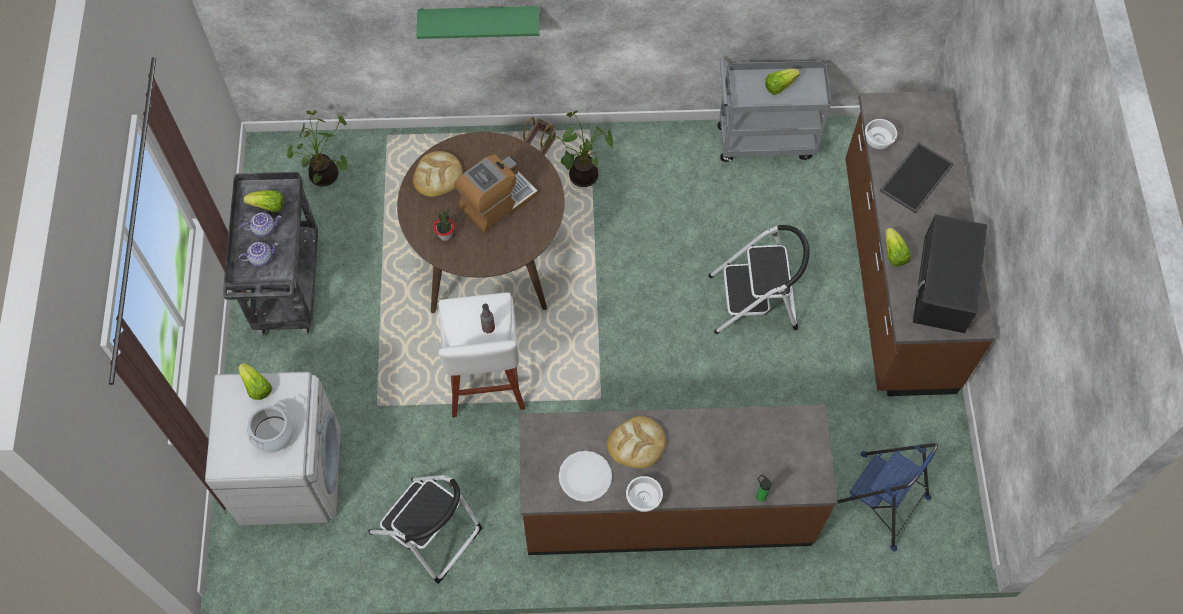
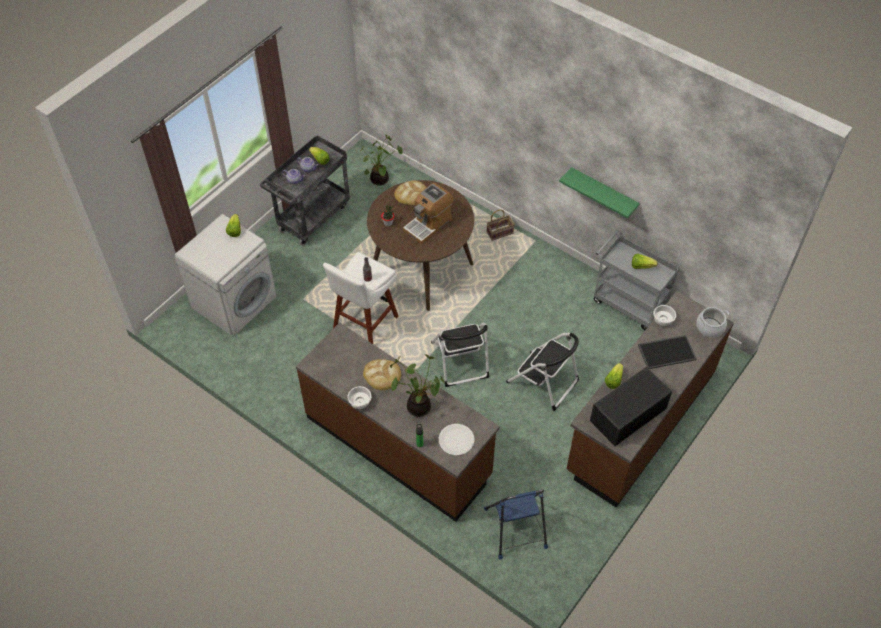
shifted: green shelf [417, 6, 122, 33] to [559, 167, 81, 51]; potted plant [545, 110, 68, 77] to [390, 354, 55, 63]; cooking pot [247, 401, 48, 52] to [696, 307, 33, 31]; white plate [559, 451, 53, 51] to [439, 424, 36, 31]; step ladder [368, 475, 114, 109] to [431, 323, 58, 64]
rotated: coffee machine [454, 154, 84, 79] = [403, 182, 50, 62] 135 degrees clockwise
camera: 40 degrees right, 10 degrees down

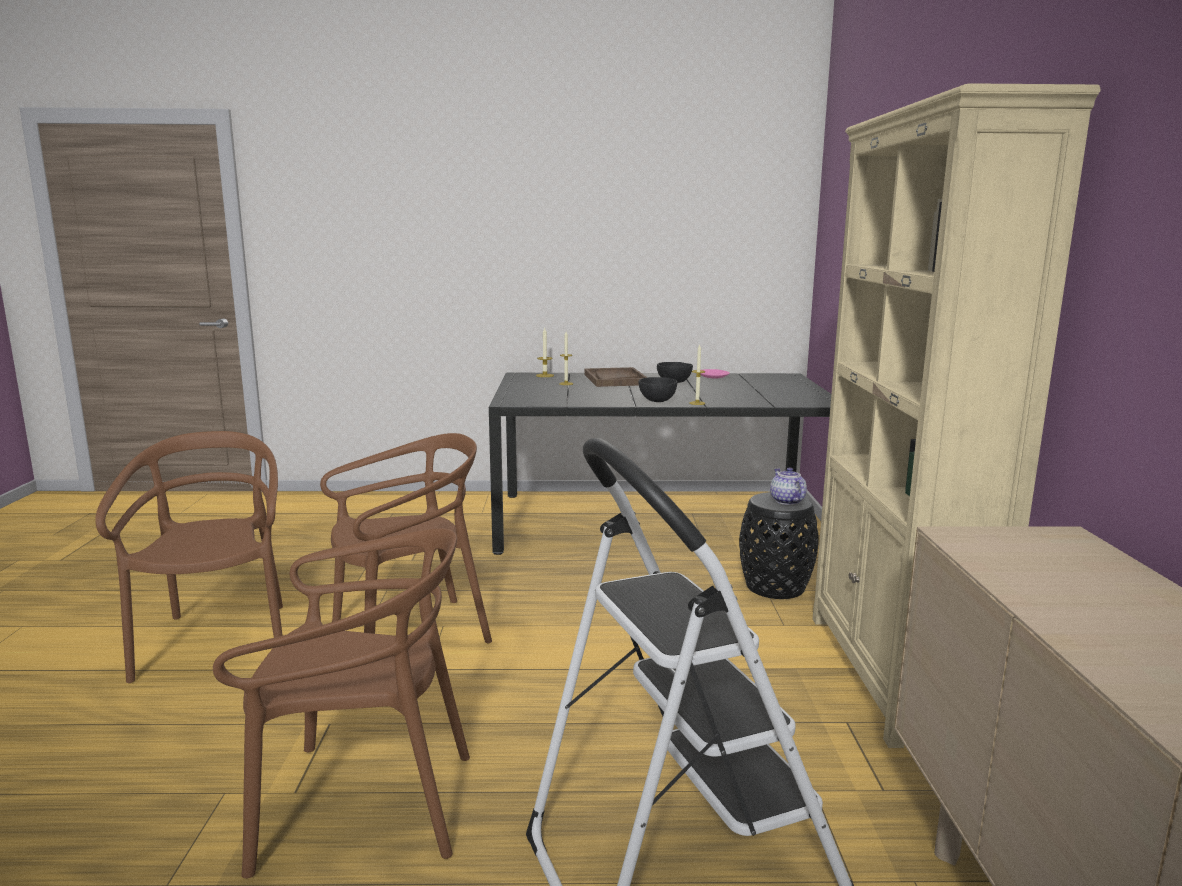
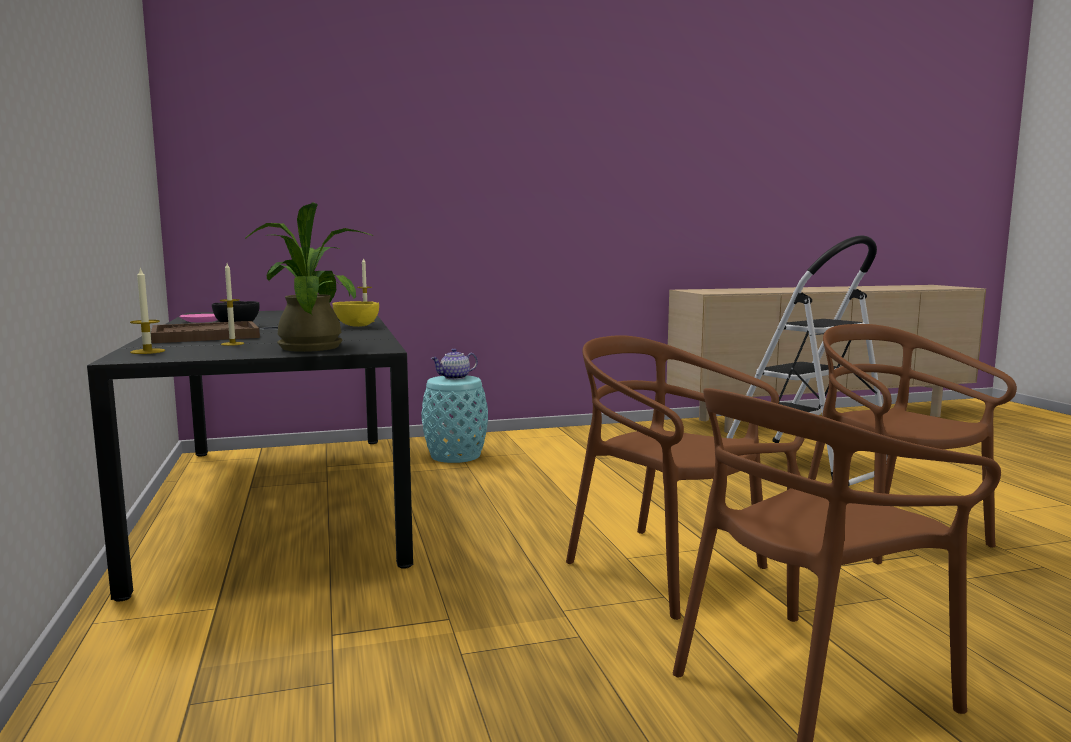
gone: beige bookcase [813, 83, 287, 665]
new: potted plant [245, 202, 128, 150]
repainted: black bowl [639, 377, 39, 25] to yellow bowl [333, 301, 46, 26]; black stool [739, 492, 80, 107] to turquoise stool [422, 375, 66, 88]
camera: 105 degrees left, 5 degrees down

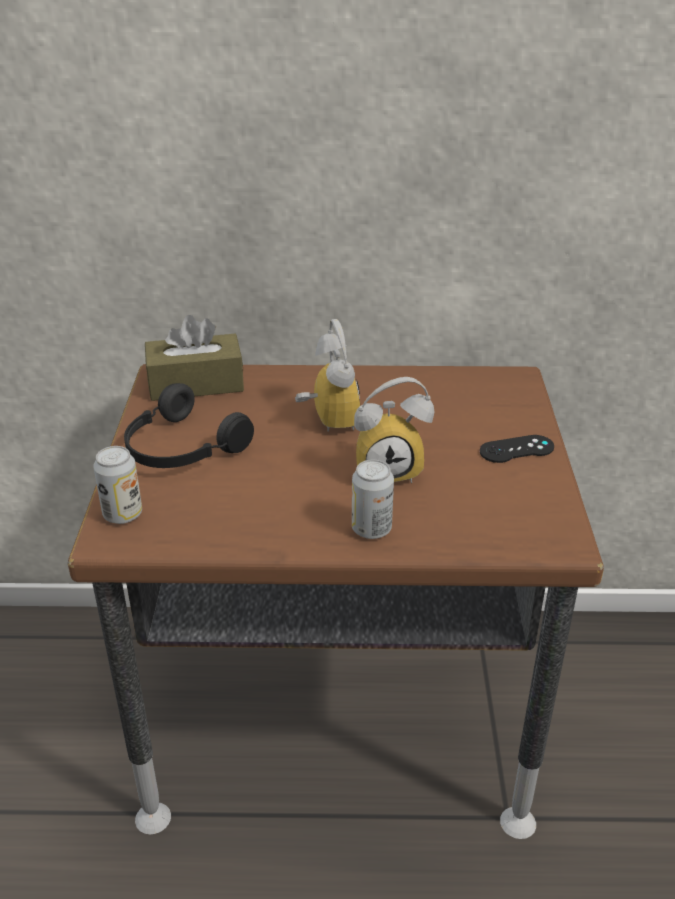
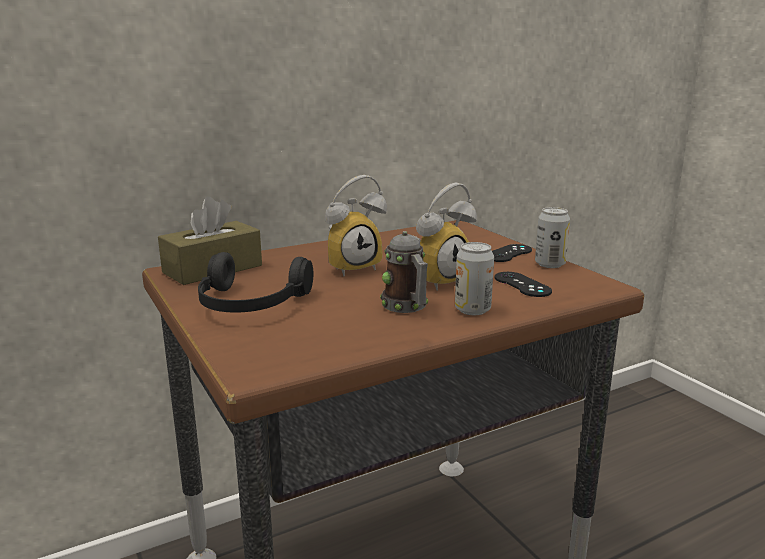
new: mug [380, 231, 48, 82]; black game controller [495, 272, 57, 25]
shifted: can [93, 446, 49, 78] to [535, 207, 35, 61]
rotated: alarm clock [295, 319, 65, 113] = [325, 175, 62, 102] 105 degrees clockwise
camera: 30 degrees left, 15 degrees down

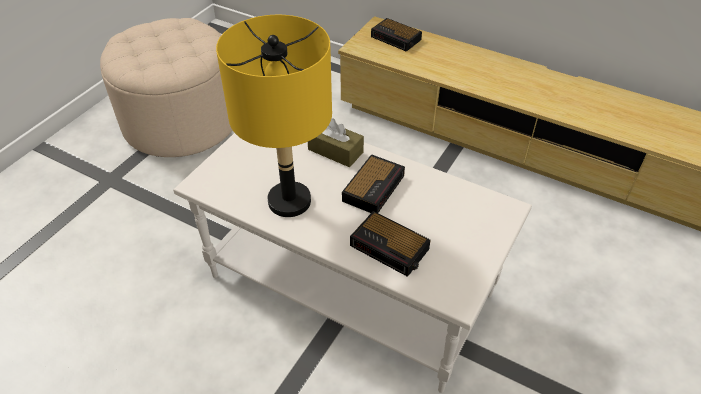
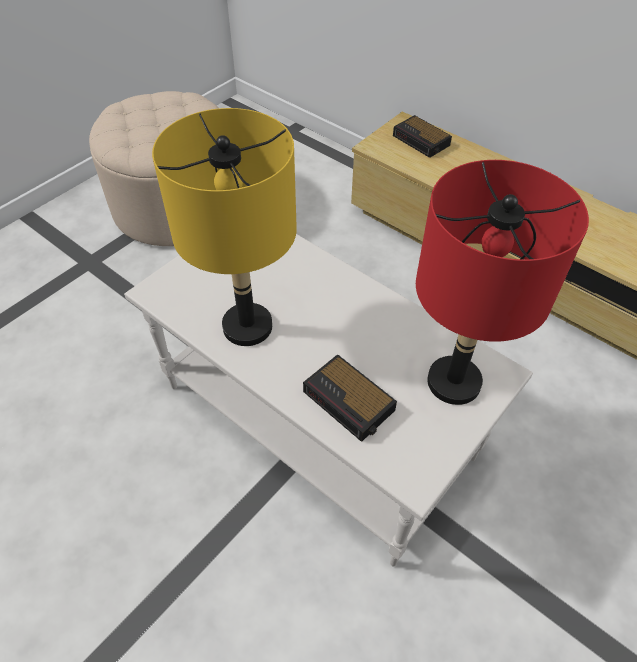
gone: brown tissue box [308, 119, 56, 48]; alarm clock [342, 154, 63, 59]
new: red table lamp [416, 160, 173, 245]
camera: 10 degrees right, 5 degrees up

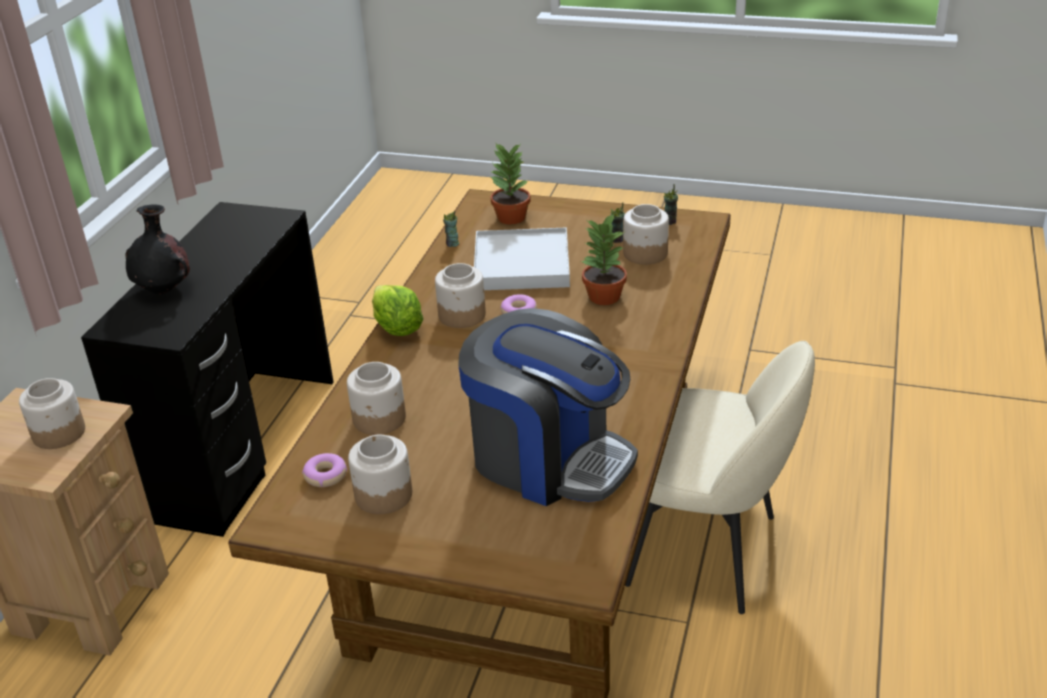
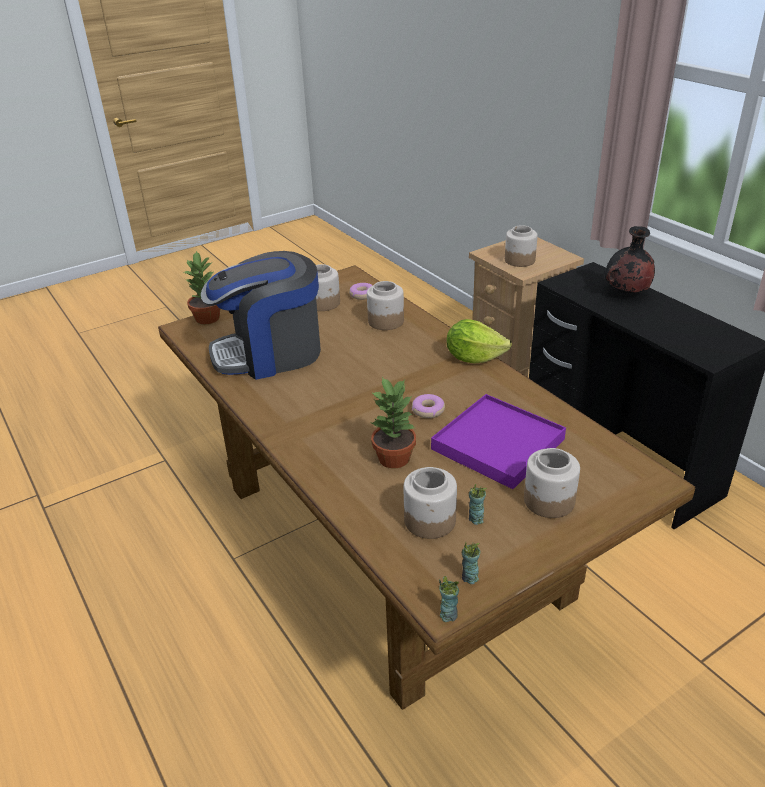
gone: beige chair [625, 341, 190, 273]
shifted: potted plant [489, 144, 42, 81] to [184, 251, 36, 73]; cup [443, 211, 16, 36] to [439, 576, 20, 46]; jar [435, 263, 51, 65] to [524, 448, 56, 70]
repainted: white tray [474, 227, 96, 63] to purple tray [431, 394, 135, 95]
camera: 130 degrees right, 0 degrees up

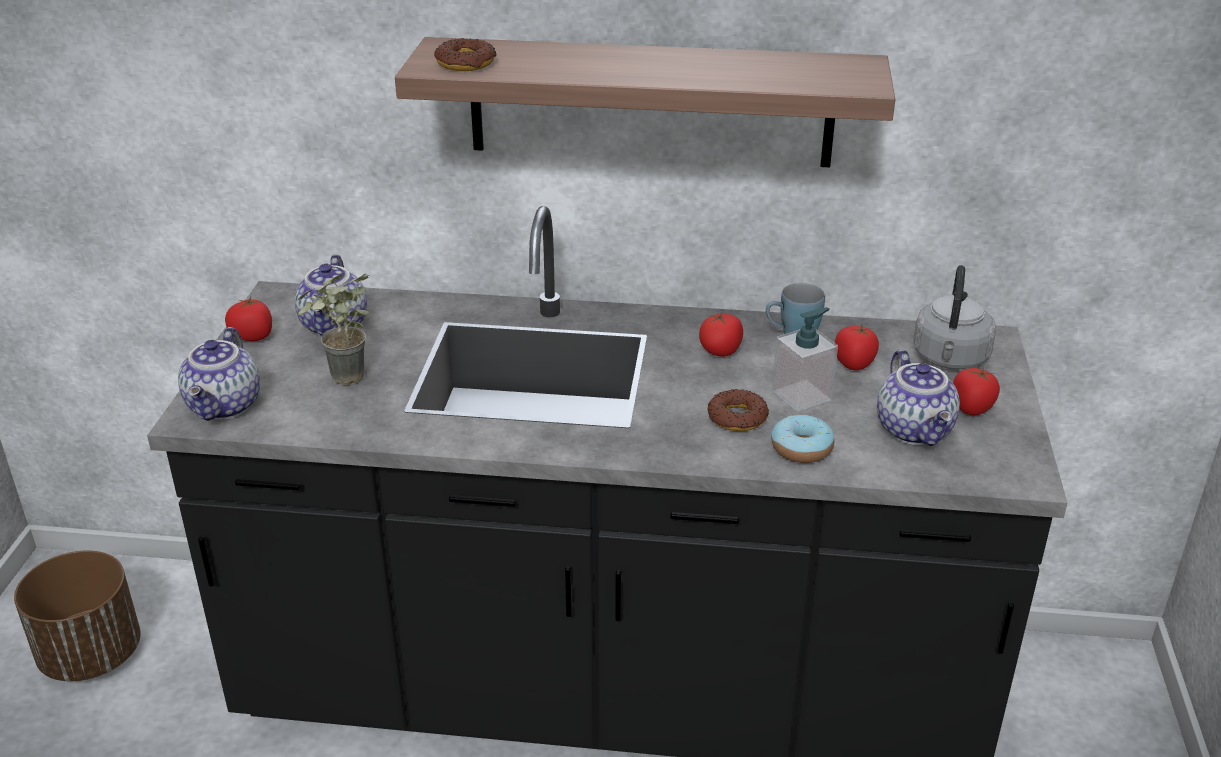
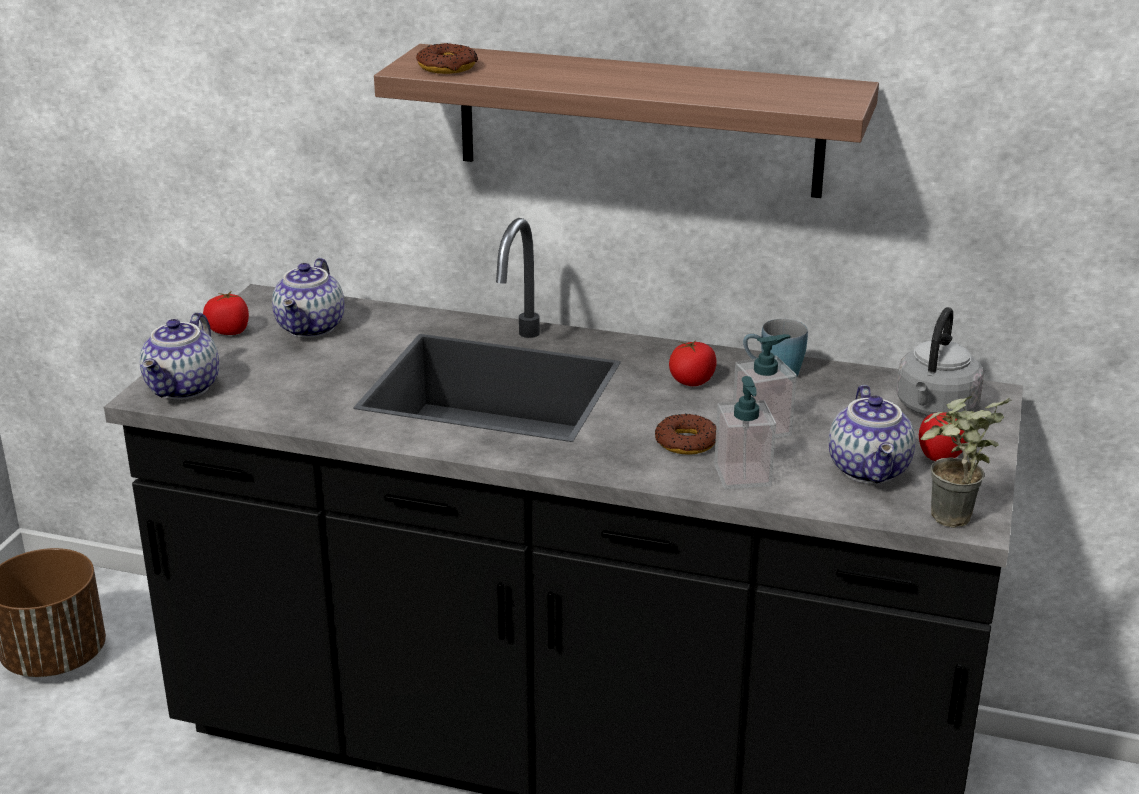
gone: tomato [835, 324, 44, 47]
shifted: potted plant [297, 274, 72, 111] to [921, 396, 91, 132]
swapped: donut [772, 415, 62, 48] to soap dispenser [714, 376, 62, 113]
camera: 10 degrees right, 5 degrees down

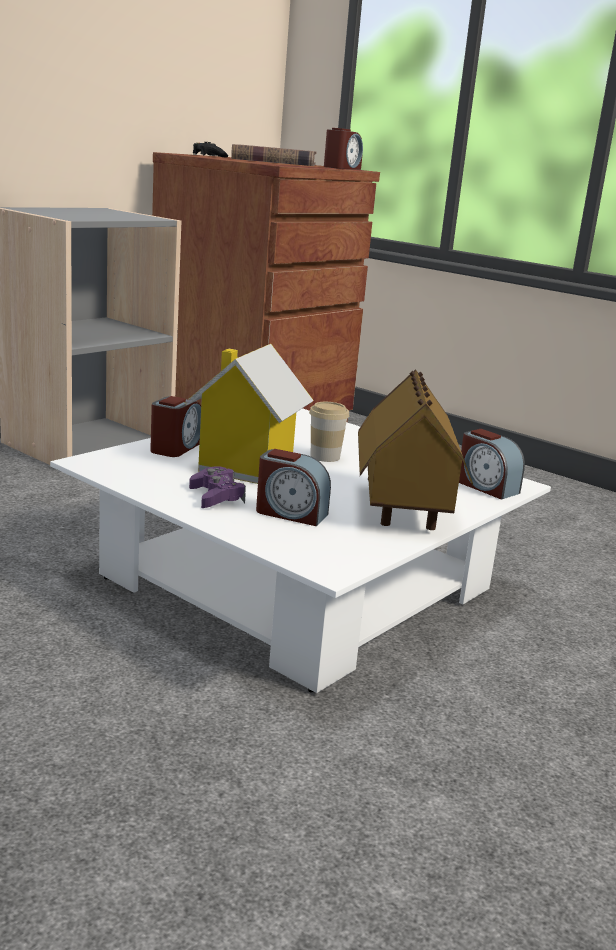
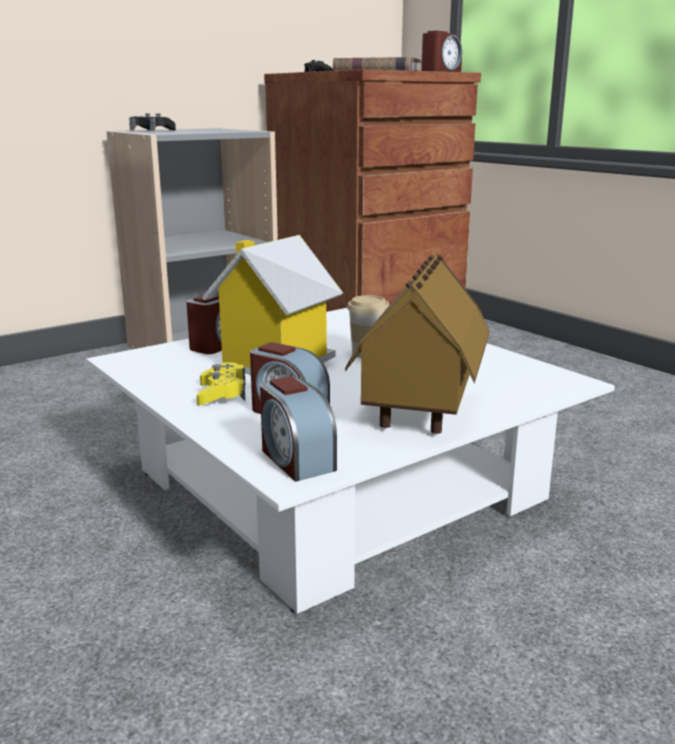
new: black game controller [129, 113, 47, 18]
shifted: alarm clock [459, 429, 66, 71] to [260, 376, 77, 106]
repainted: purple game controller [189, 466, 57, 42] to yellow game controller [197, 362, 48, 44]
camera: 15 degrees right, 0 degrees up

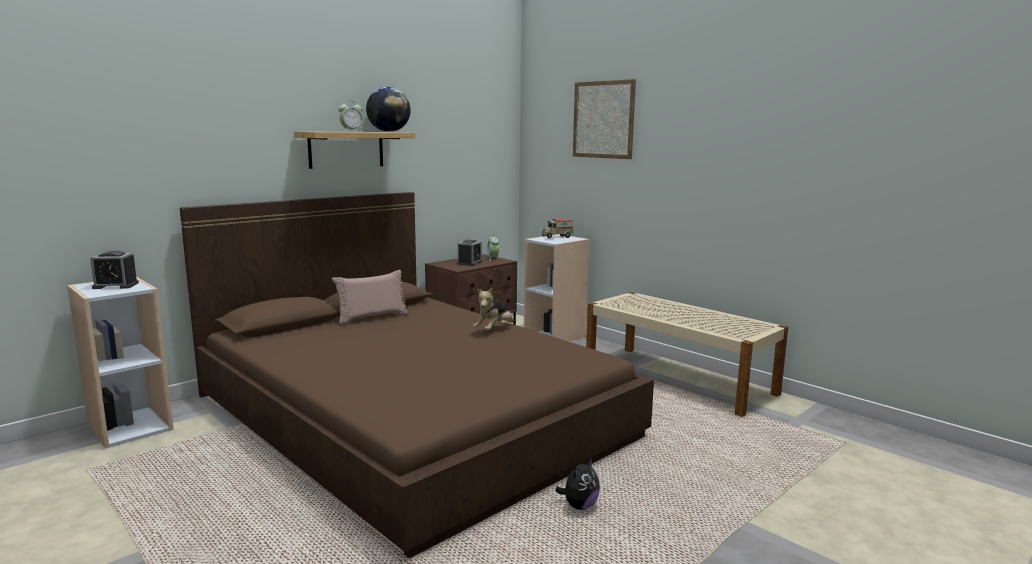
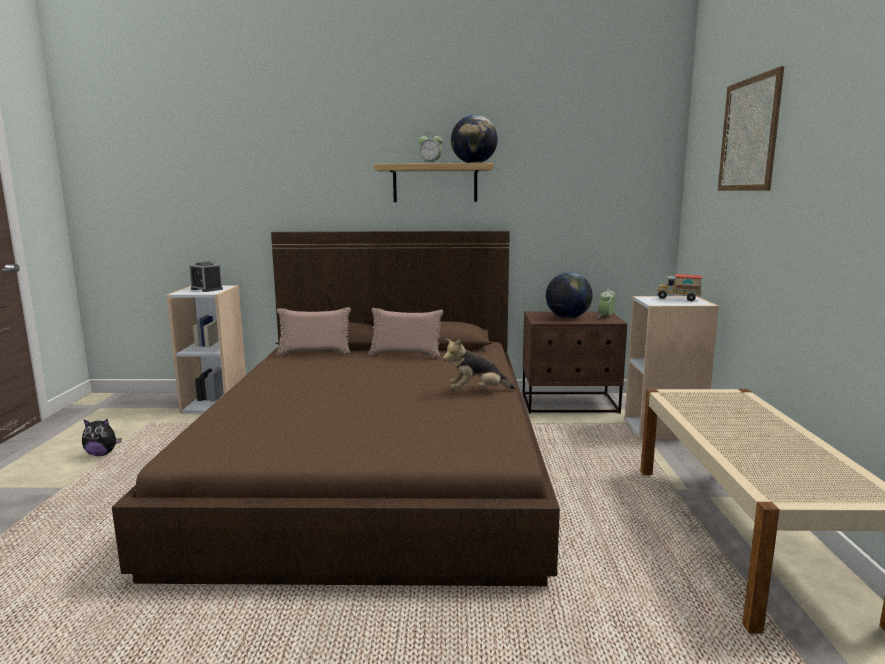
new: beige pillow [276, 307, 75, 49]
shifted: plush toy [555, 458, 45, 52] to [82, 419, 40, 37]
swapped: alarm clock [457, 240, 25, 26] to globe [546, 273, 46, 45]
camera: 45 degrees right, 0 degrees up

